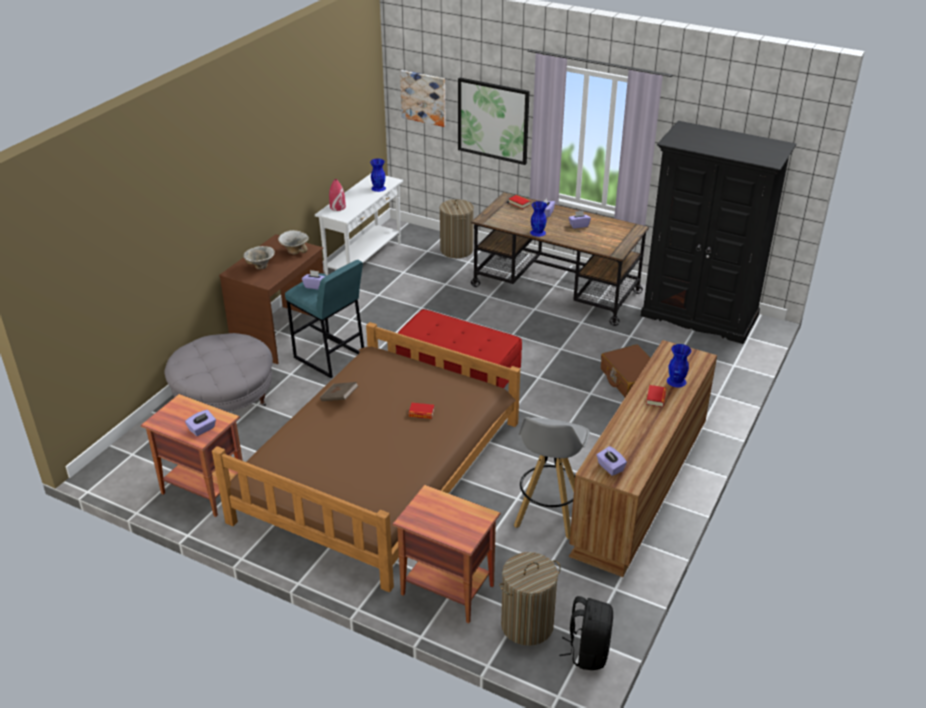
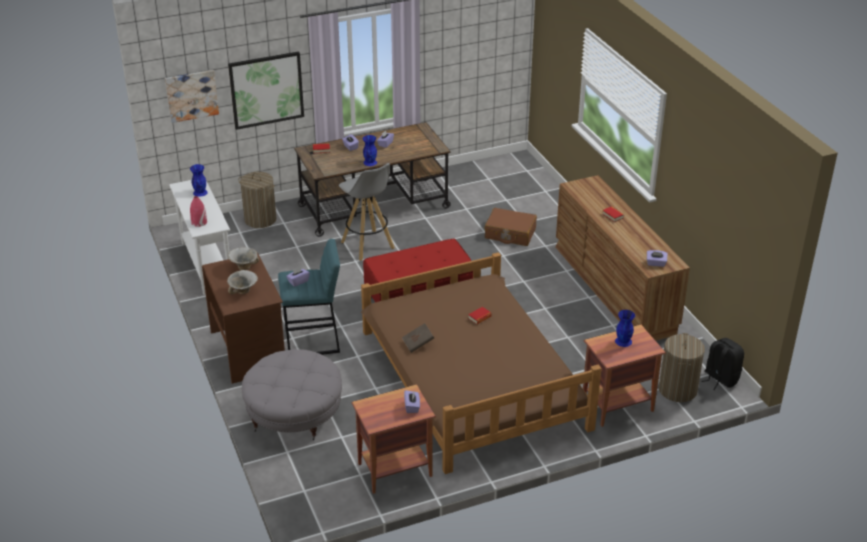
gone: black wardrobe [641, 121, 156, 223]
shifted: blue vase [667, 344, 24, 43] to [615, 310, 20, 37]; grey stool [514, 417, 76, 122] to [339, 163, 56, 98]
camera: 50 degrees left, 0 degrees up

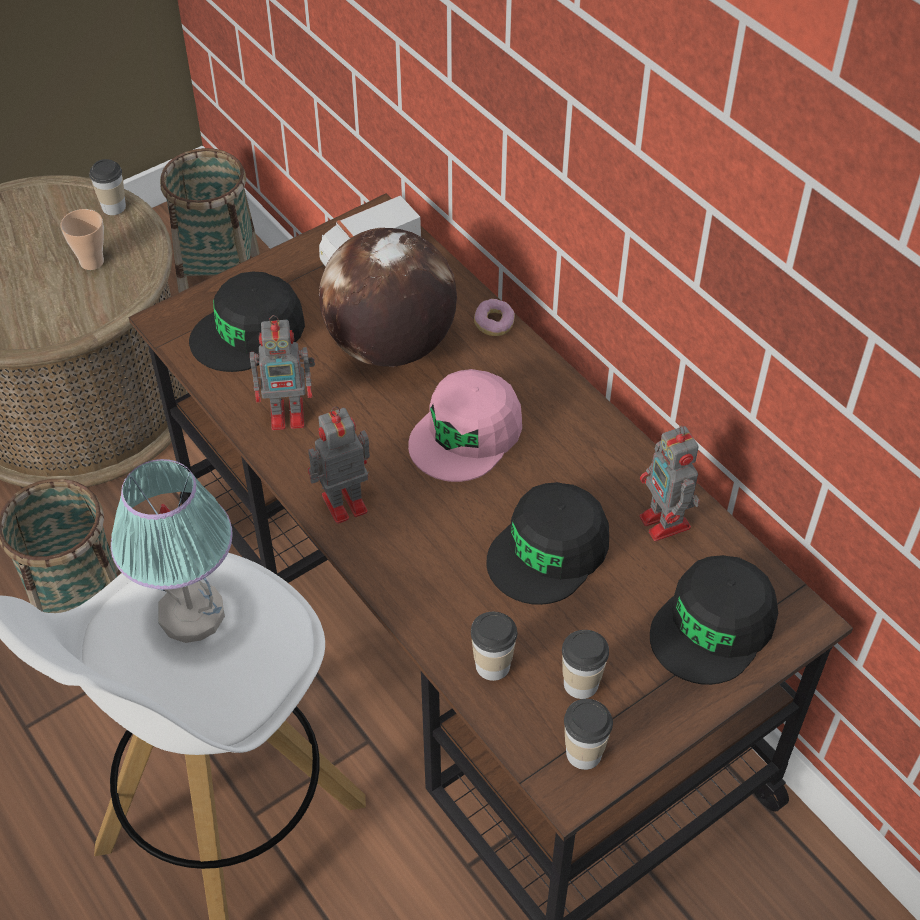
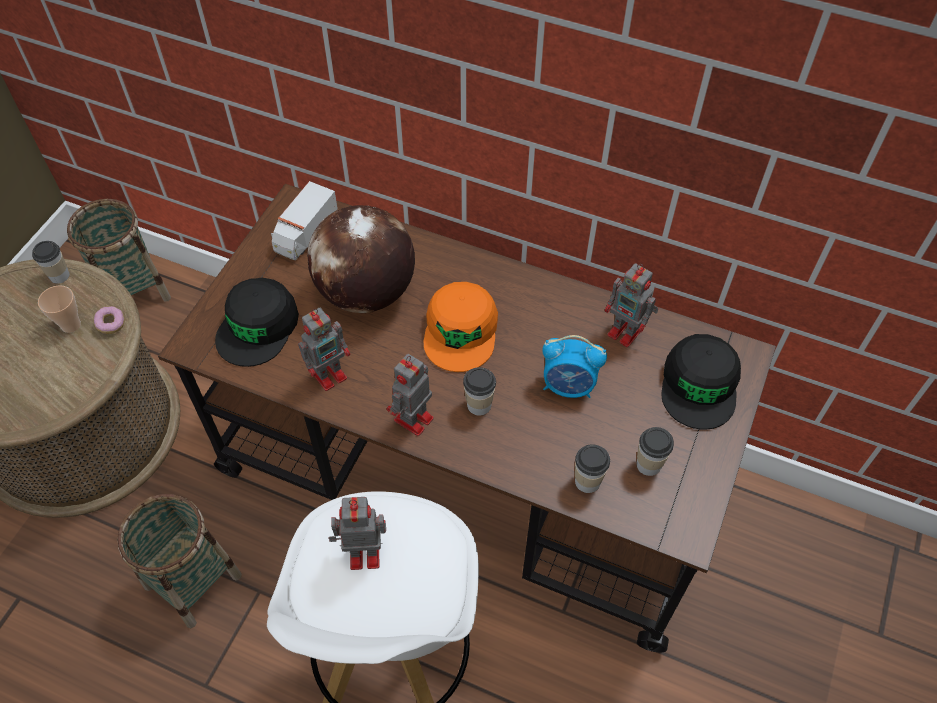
shifted: donut [474, 299, 41, 37] to [94, 306, 31, 28]; cup [564, 699, 49, 71] to [463, 367, 33, 49]
swapped: table lamp [111, 459, 122, 184] to toy robot [329, 497, 57, 73]; black cap [486, 482, 123, 123] to alarm clock [542, 335, 65, 63]
repainted: pink cap [408, 369, 114, 113] to orange cap [424, 282, 74, 90]
camera: 30 degrees left, 5 degrees up

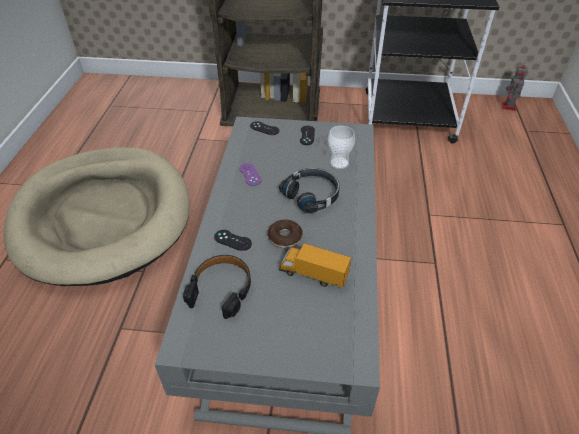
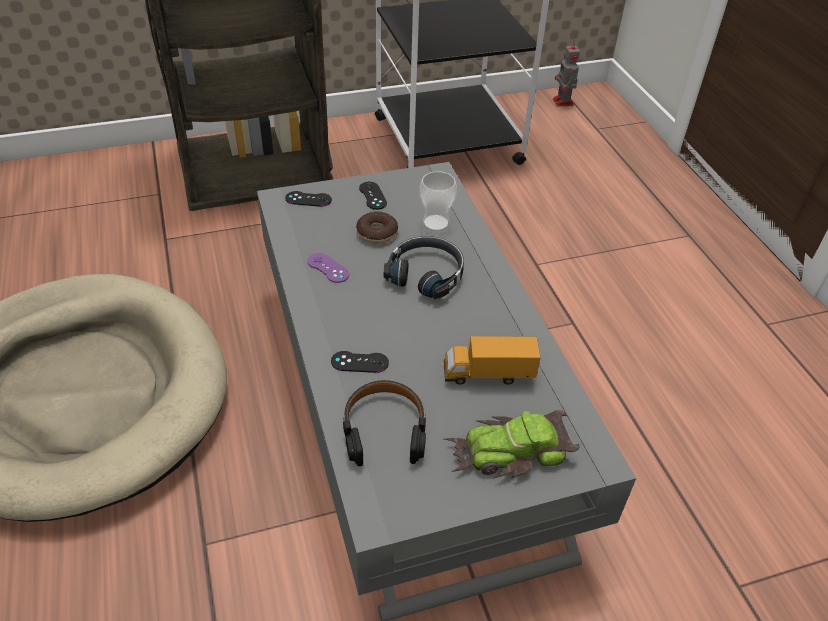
new: toy car [444, 410, 136, 68]
shifted: donut [268, 220, 35, 28] to [356, 212, 42, 32]
camera: 25 degrees left, 0 degrees up

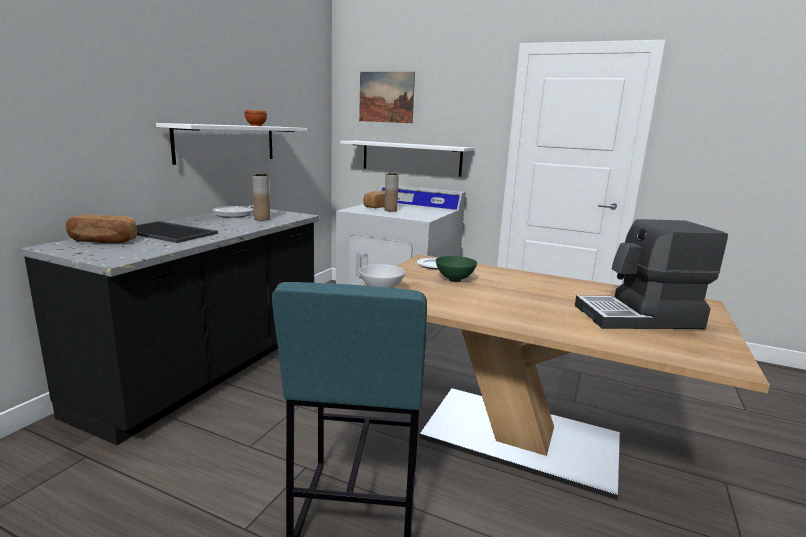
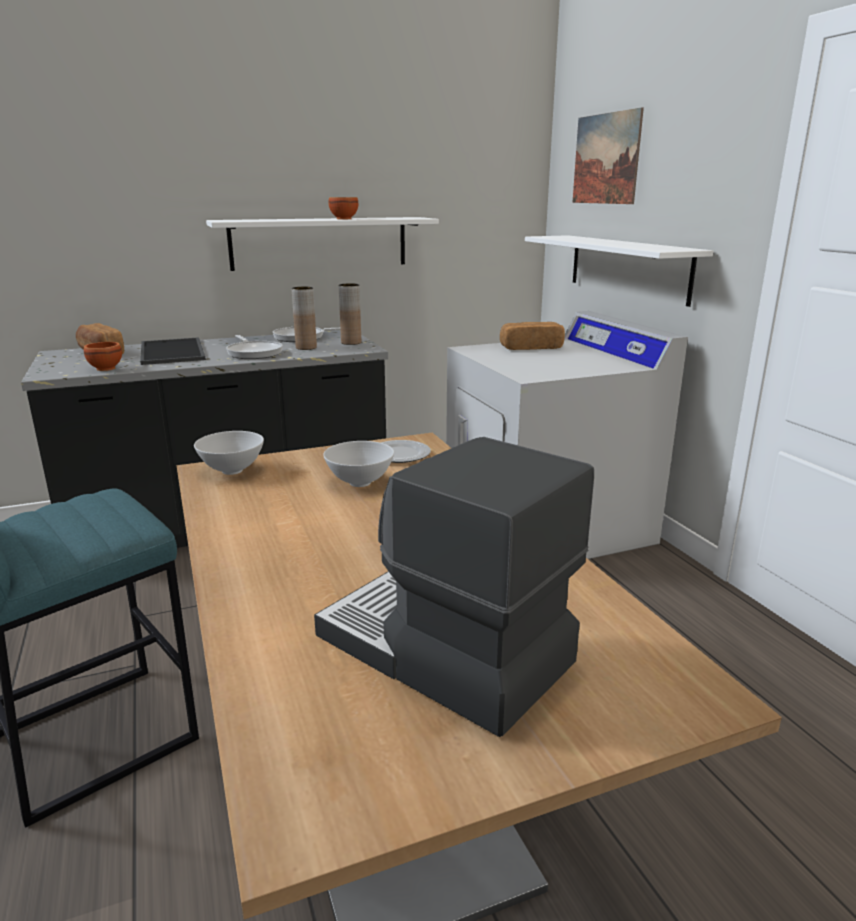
new: frying pan [226, 335, 57, 24]; brown bowl [84, 342, 38, 29]
shifted: brown vase [384, 173, 15, 38] to [339, 283, 22, 62]
repainted: green bowl [435, 256, 42, 26] to white bowl [323, 441, 71, 46]
camera: 45 degrees right, 5 degrees up

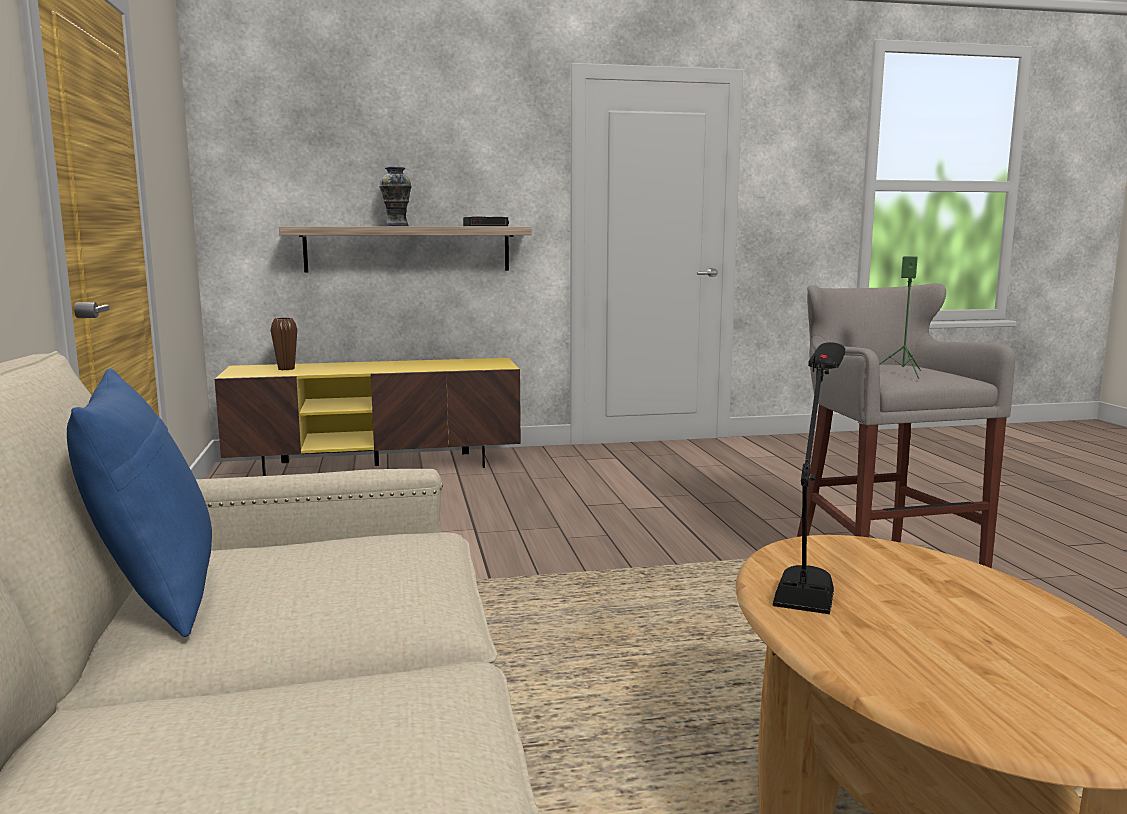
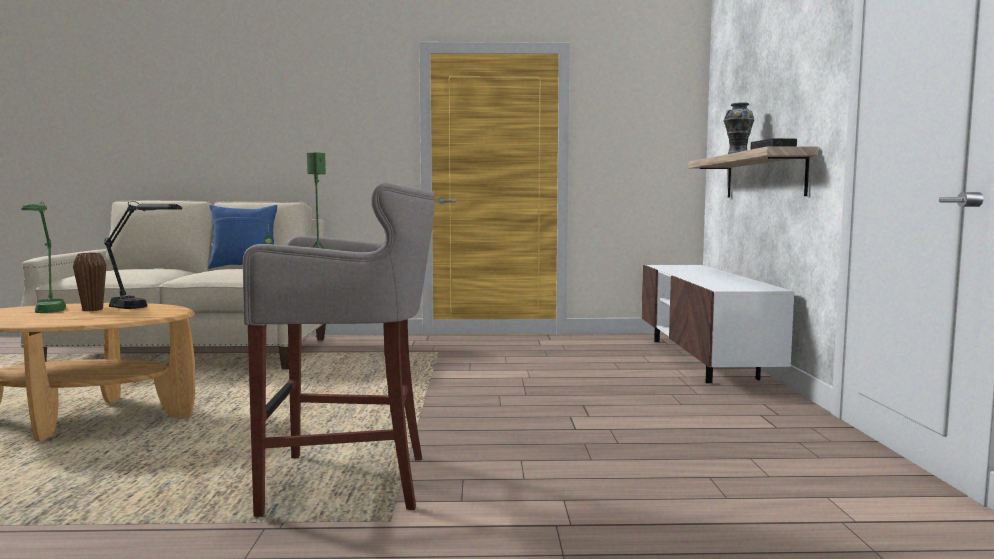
new: green table lamp [21, 201, 45, 112]
shifted: brown vase [271, 318, 26, 52] to [73, 253, 33, 58]
repainted: yellow tv stand [215, 358, 306, 118] to white tv stand [642, 265, 152, 118]
camera: 100 degrees right, 5 degrees down

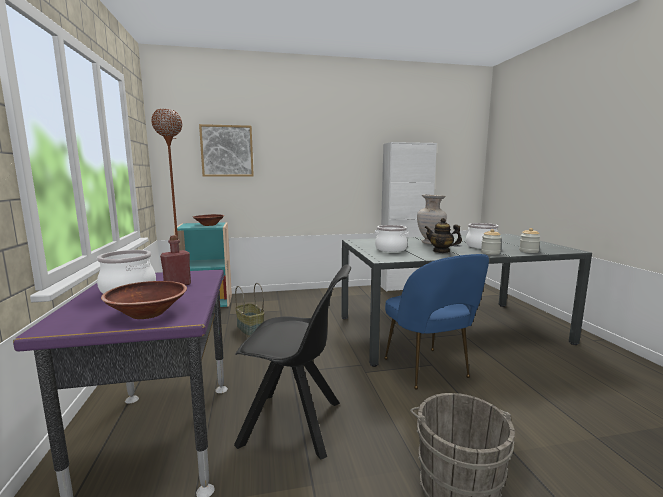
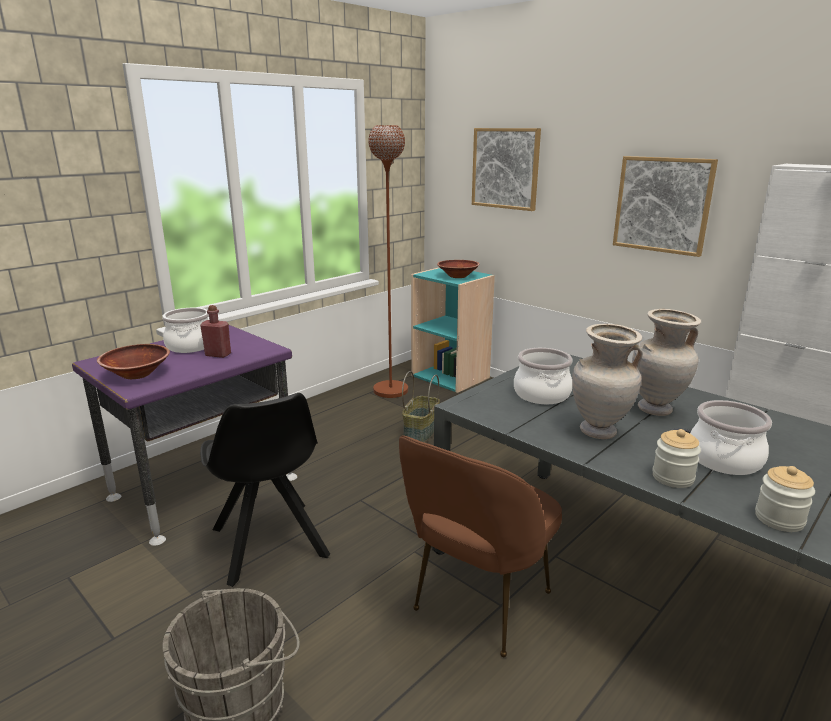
new: picture [613, 156, 105, 101]
swapped: teapot [424, 218, 38, 35] to beige vase [572, 324, 71, 115]
repainted: blue chair [384, 254, 105, 136] to brown chair [399, 435, 163, 222]
camera: 55 degrees right, 10 degrees up

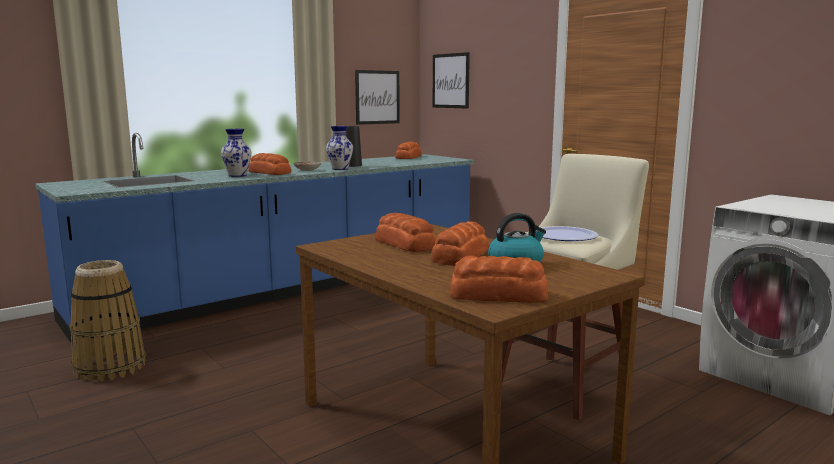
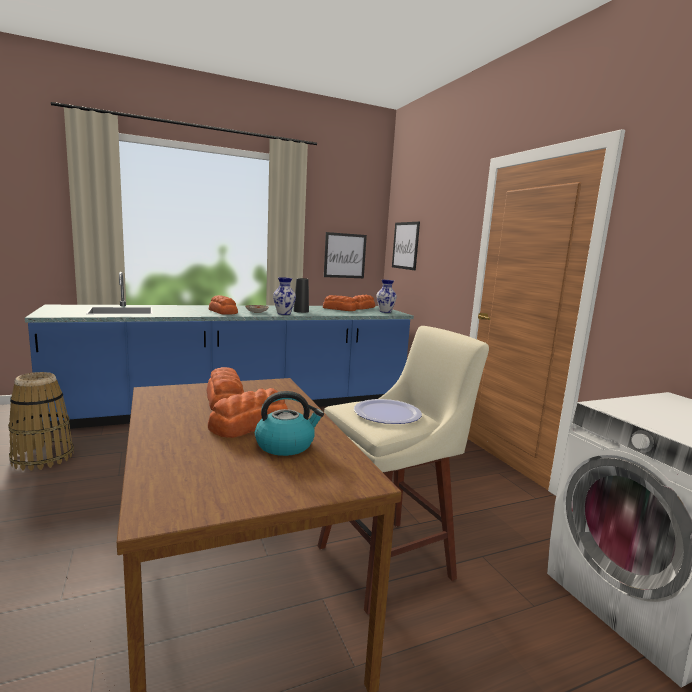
shifted: vase [221, 129, 30, 48] to [377, 280, 20, 33]; bread [450, 255, 98, 48] to [323, 295, 34, 16]
camera: 15 degrees right, 0 degrees up

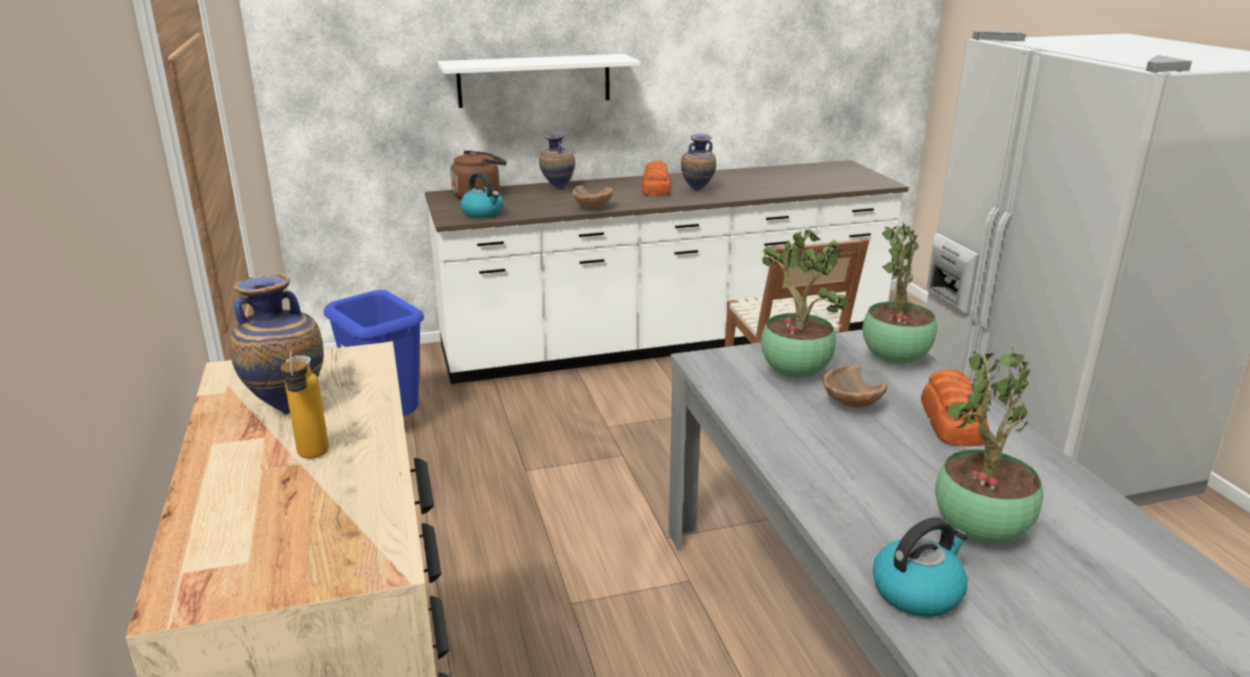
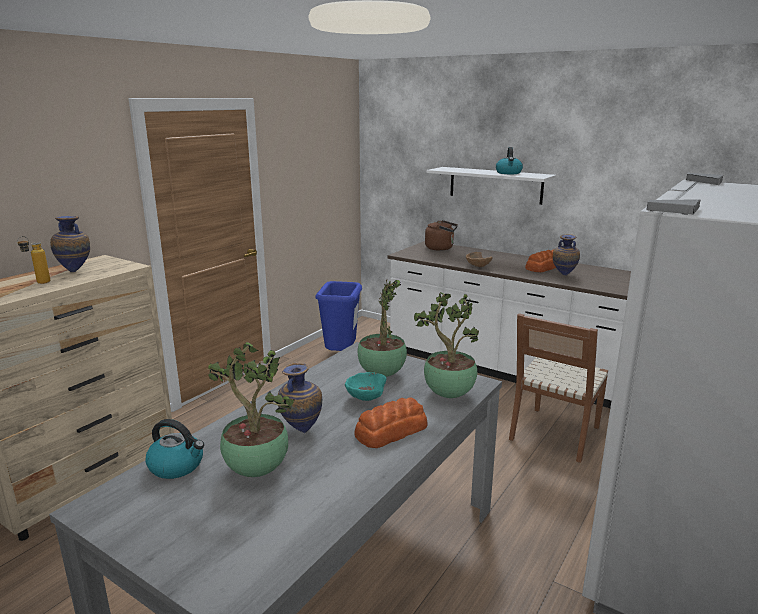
shifted: vase [539, 132, 36, 58] to [278, 363, 44, 70]; kettle [460, 173, 44, 45] to [496, 147, 27, 27]
repainted: brown bowl [823, 365, 64, 43] to turquoise bowl [345, 372, 42, 29]
camera: 50 degrees right, 5 degrees down

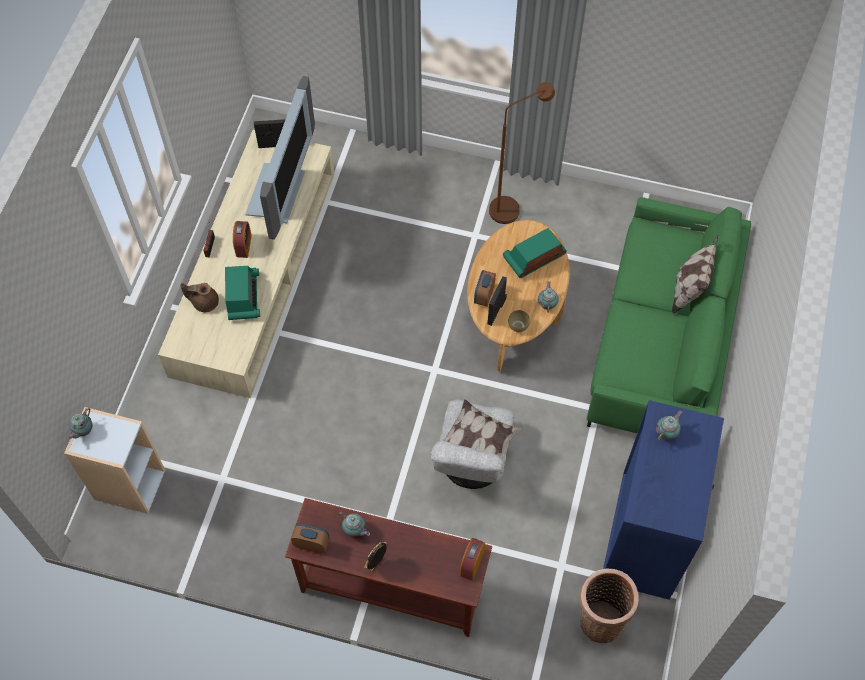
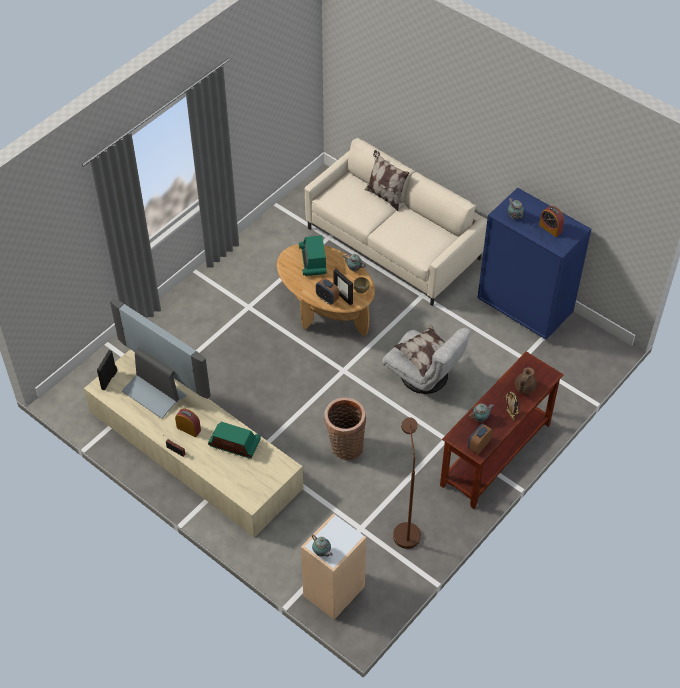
shifted: brown floor lamp [489, 82, 66, 142] to [393, 417, 28, 132]; brown teapot [180, 283, 39, 29] to [515, 367, 22, 27]; alarm clock [460, 538, 25, 43] to [539, 206, 25, 31]; basket [580, 569, 59, 74] to [324, 397, 42, 63]
repainted: green sofa [587, 197, 164, 236] to beige sofa [305, 138, 182, 168]
camera: 65 degrees left, 10 degrees down

